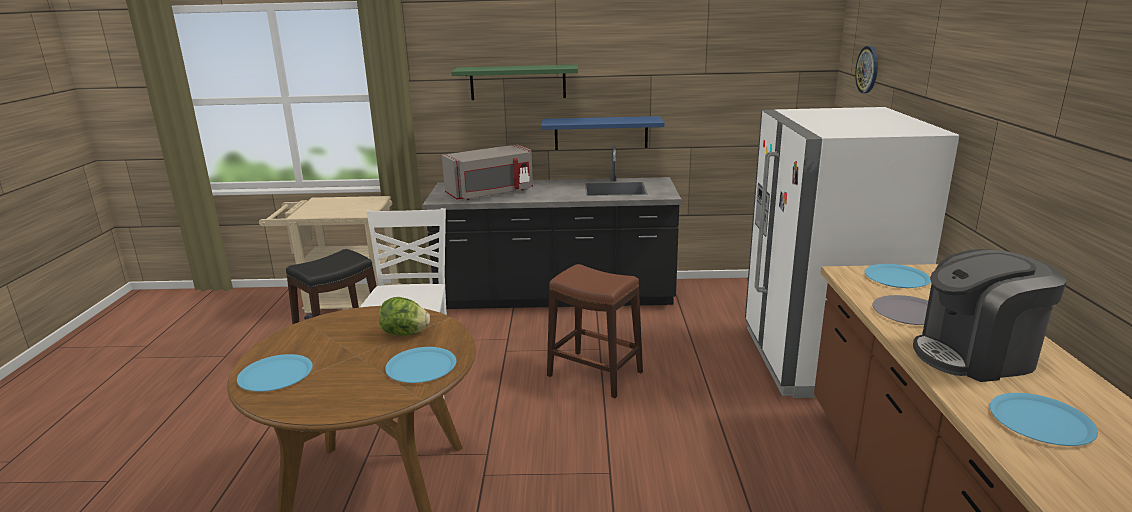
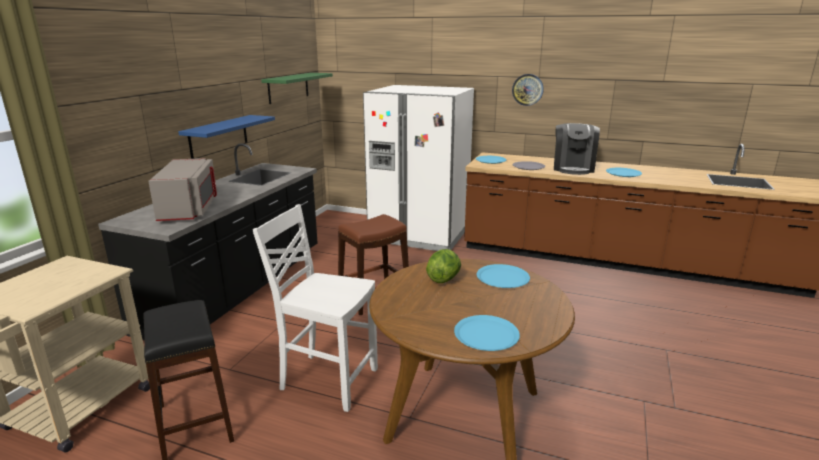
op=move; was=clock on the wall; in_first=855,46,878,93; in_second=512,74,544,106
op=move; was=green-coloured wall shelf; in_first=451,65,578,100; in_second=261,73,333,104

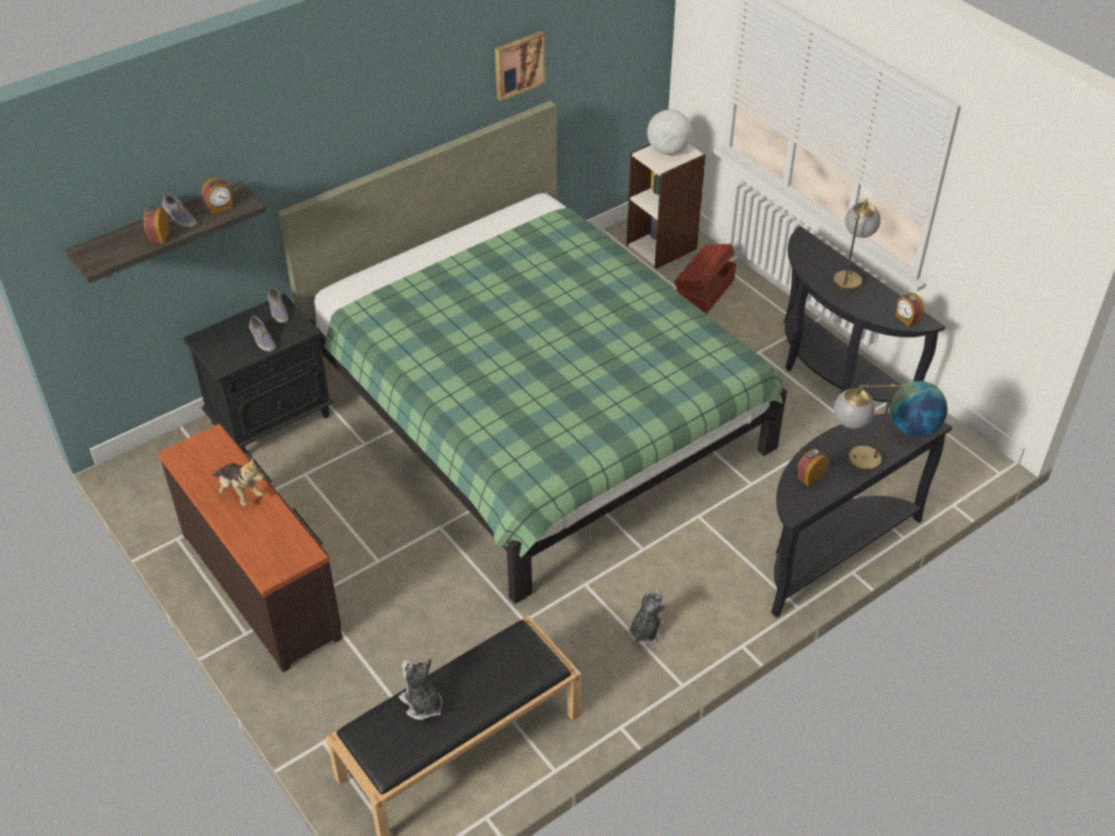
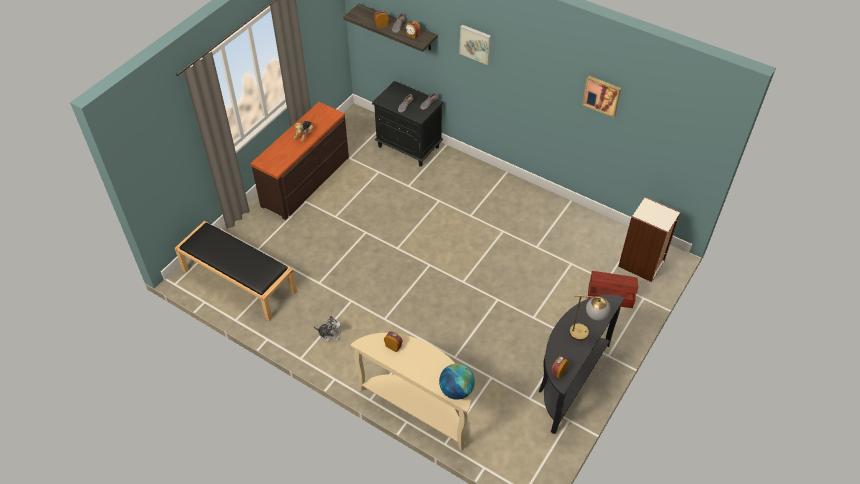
op=delete; was=green-coloured bed; in_first=278,101,787,604
op=delete; was=globe; in_first=647,109,692,155
op=delete; was=lamp for a table; in_first=834,384,903,473
op=recolor; was=black narrow table; now=sand-coloured narrow table; in_first=771,413,952,618; in_second=351,333,471,451
op=delete; was=cuddly toy; in_first=399,658,442,720
op=insert; now=picture; in_second=459,25,491,65

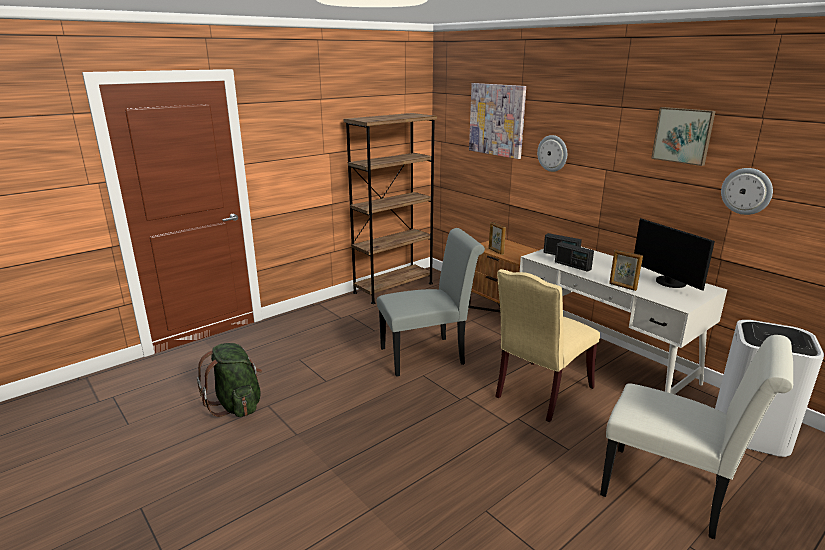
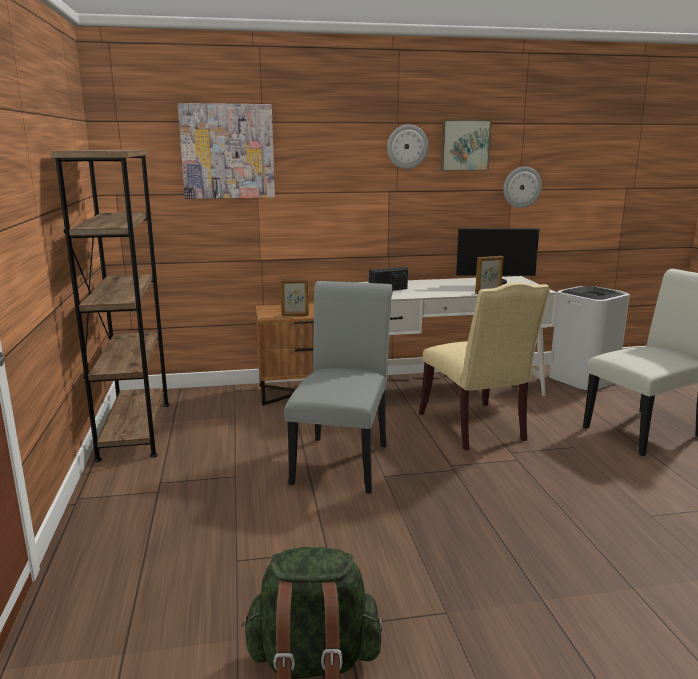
op=move; was=clock on the wall; in_first=537,135,567,172; in_second=387,124,428,169
op=delete; was=radio; in_first=555,242,594,272

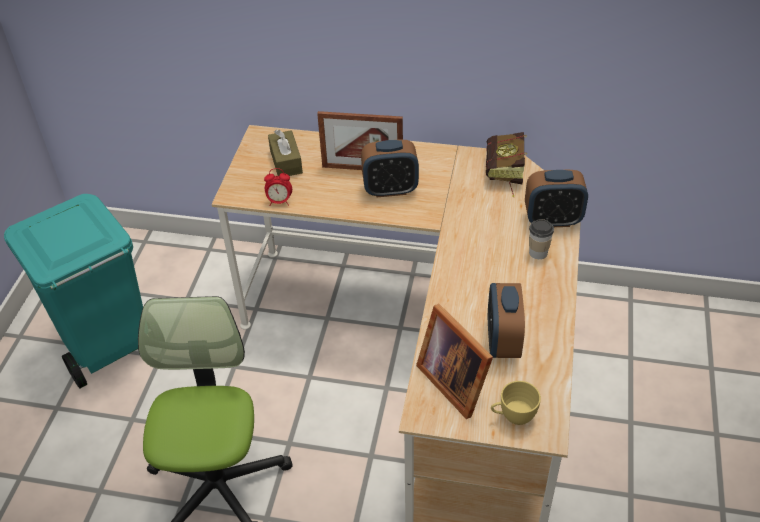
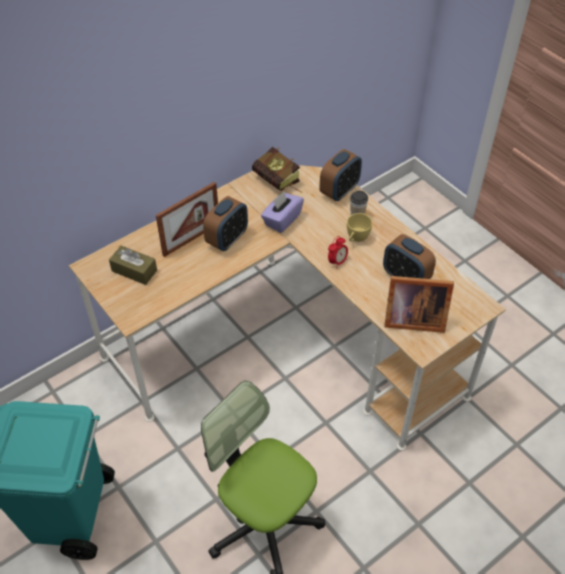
op=move; was=bedside clock; in_first=264,168,292,206; in_second=328,236,348,269
op=move; was=yellowish small cup; in_first=491,381,541,425; in_second=347,213,372,242
op=insert; now=purple-coloured tissue box; in_second=261,191,304,233

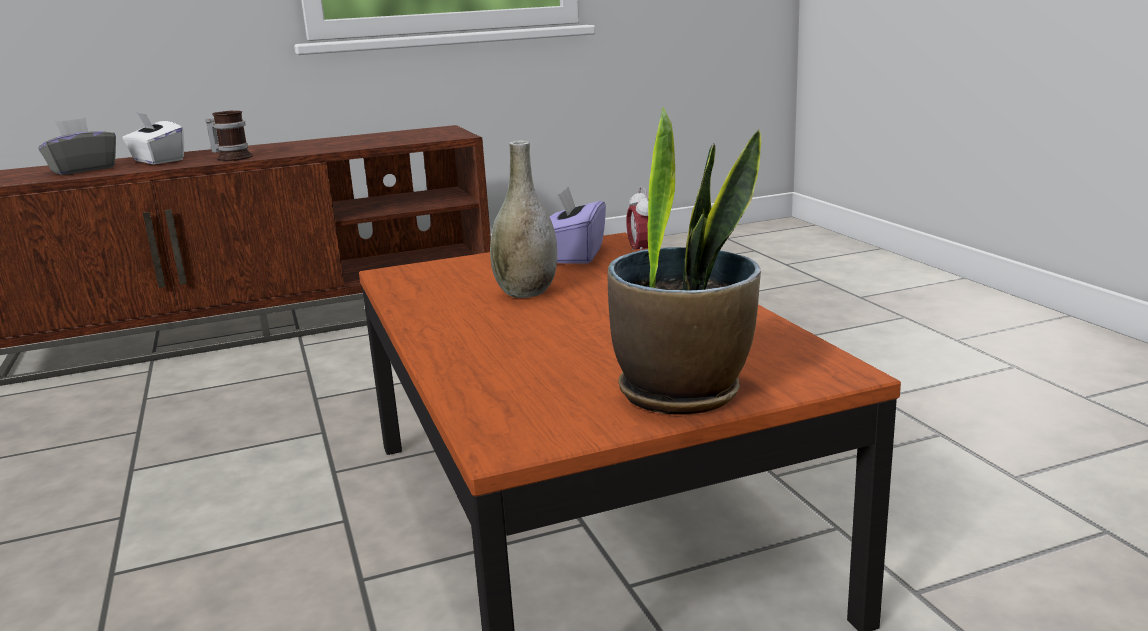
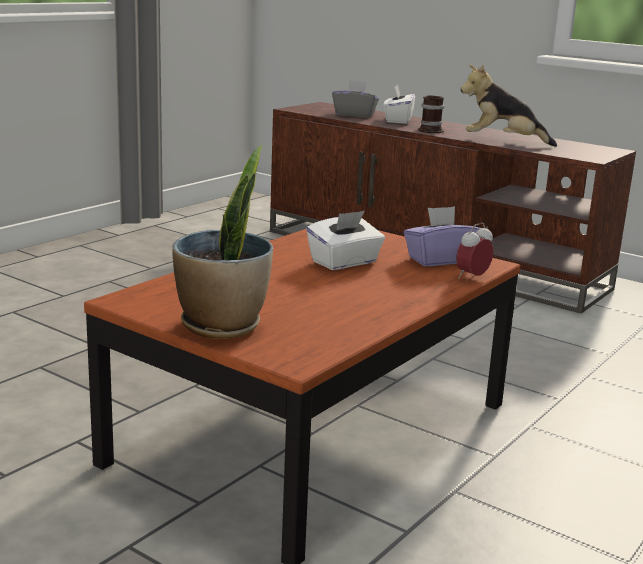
op=replace; was=grey decorative vase; now=whitish tissue box; in_first=490,140,557,298; in_second=306,211,385,270
op=insert; now=cuddly toy; in_second=460,64,557,147

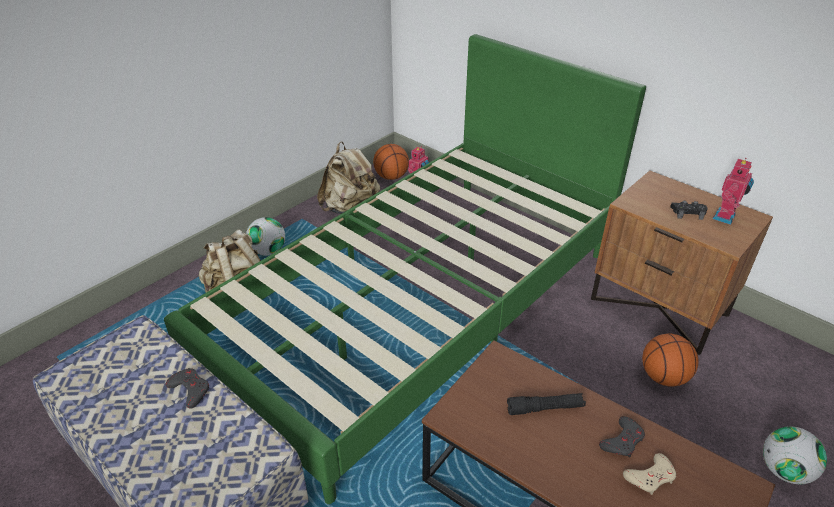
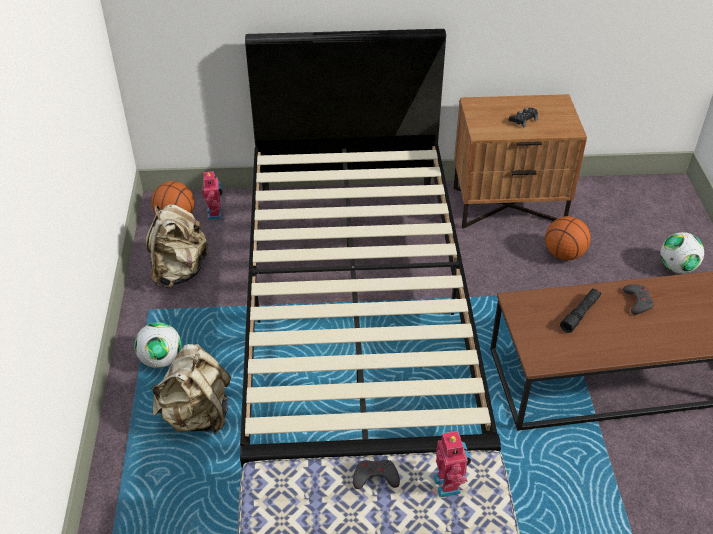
op=recolor; was=green-coloured bed; now=black bed; in_first=164,34,646,504; in_second=240,29,501,468
op=move; was=toy robot; in_first=713,158,754,225; in_second=434,429,471,497
op=delete; was=sand-coloured gamepad; in_first=623,453,676,495

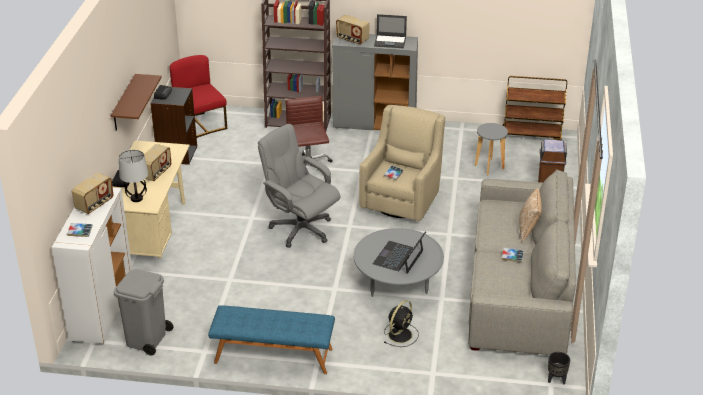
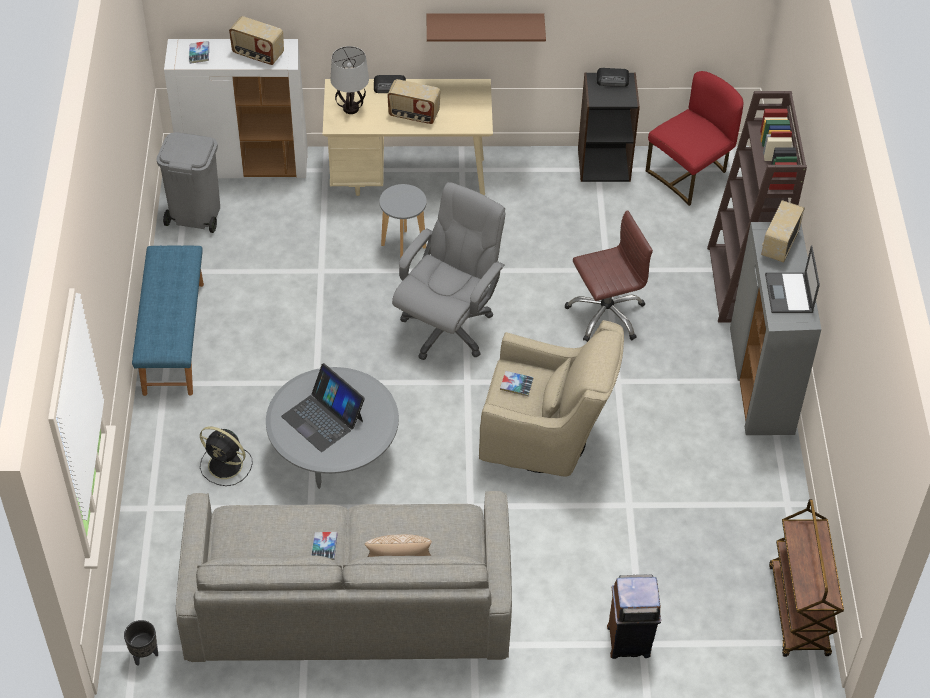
op=move; was=grey sitting stool; in_first=475,123,508,175; in_second=379,184,427,259
op=rotate; was=portable computer; in_first=373,231,426,274; in_second=281,363,365,452; clockwise=-150

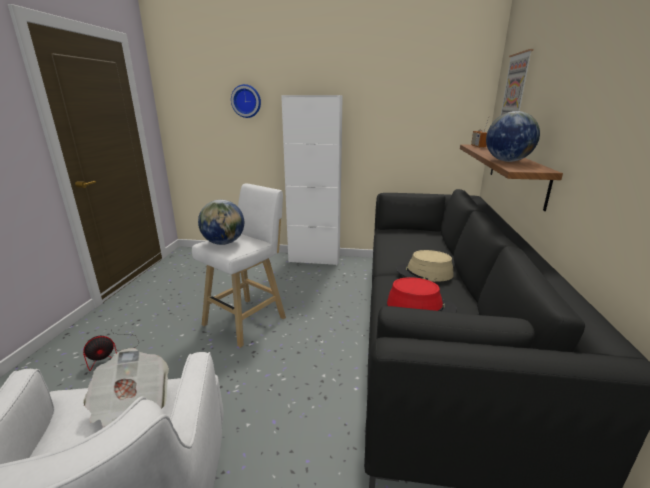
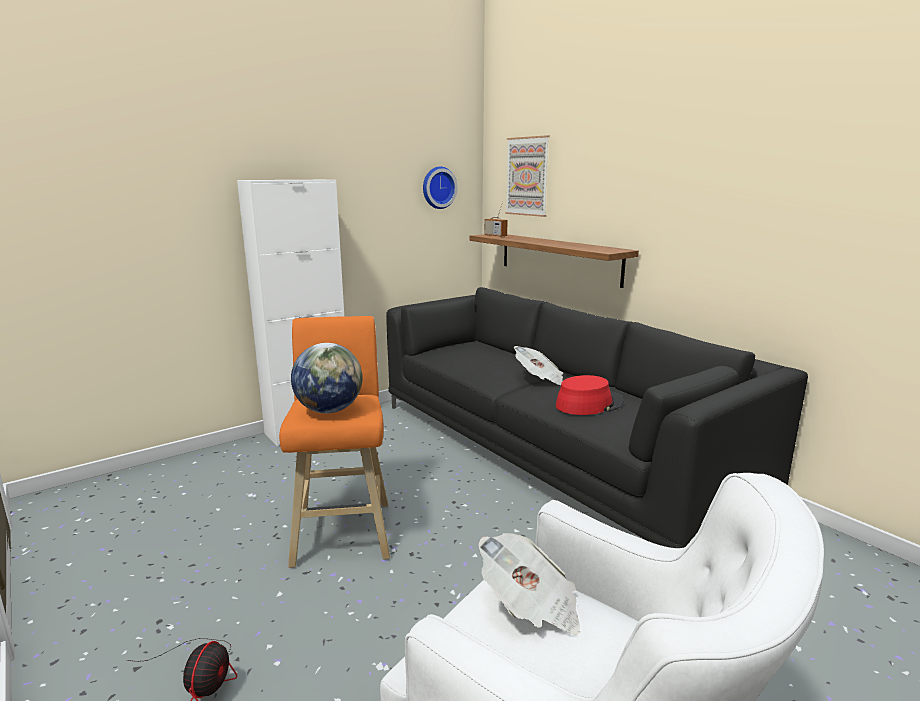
op=move; was=clock on the wall; in_first=231,84,261,118; in_second=423,166,458,209
op=delete; was=globe; in_first=486,111,540,162
op=recolor; was=whitish sitting stool; now=orangey sitting stool; in_first=192,184,286,348; in_second=279,316,390,568
op=replace; was=sand-coloured wearable hat; now=daily paper; in_first=396,250,454,282; in_second=514,346,563,385

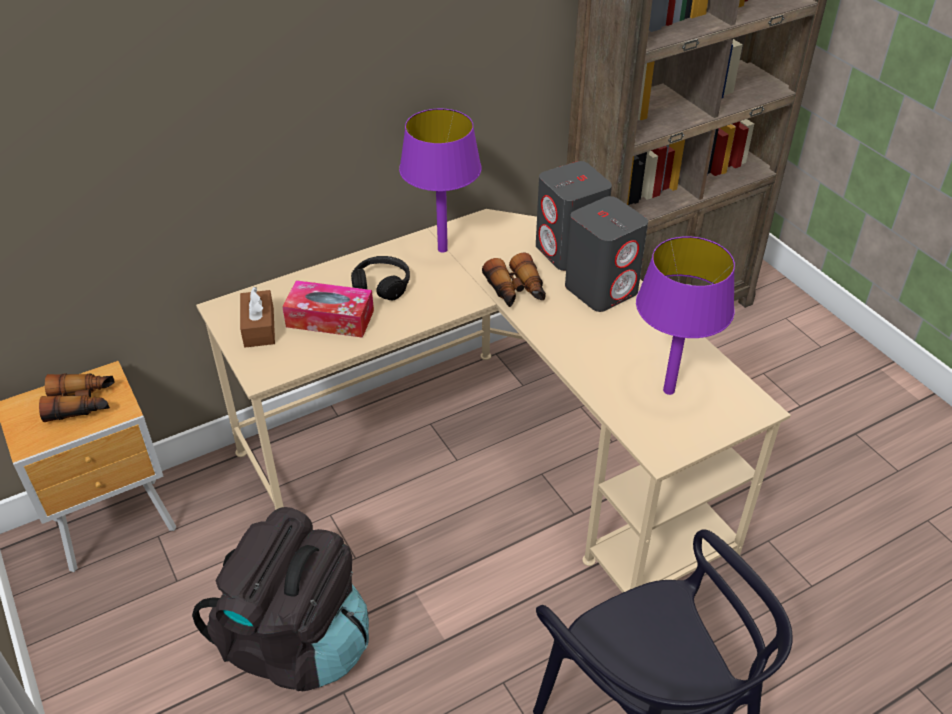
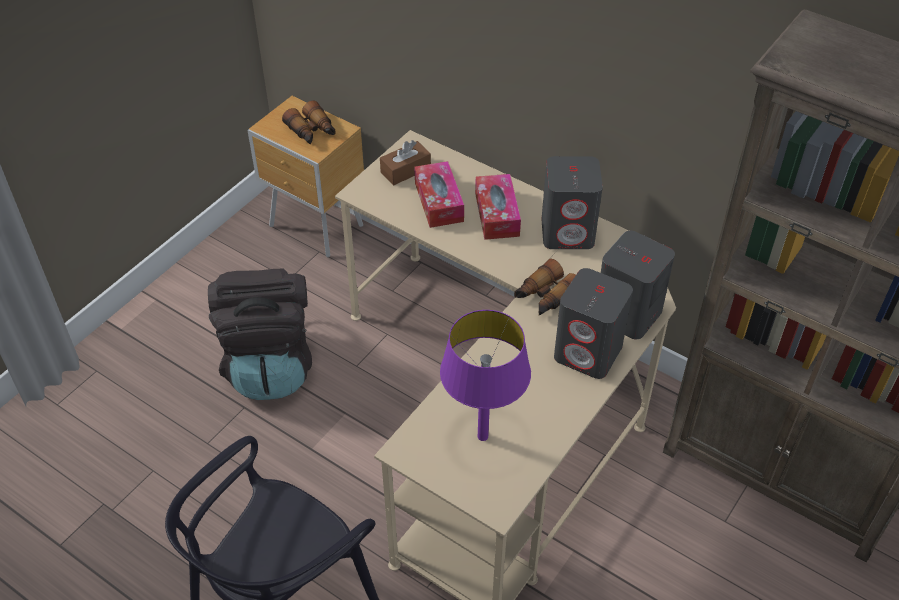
op=replace; was=purple-coloured lamp for a table; now=grey loudspeaker; in_first=399,109,481,253; in_second=541,156,603,249
op=replace; was=black headphones; now=tissue box; in_first=351,256,410,300; in_second=475,174,521,240

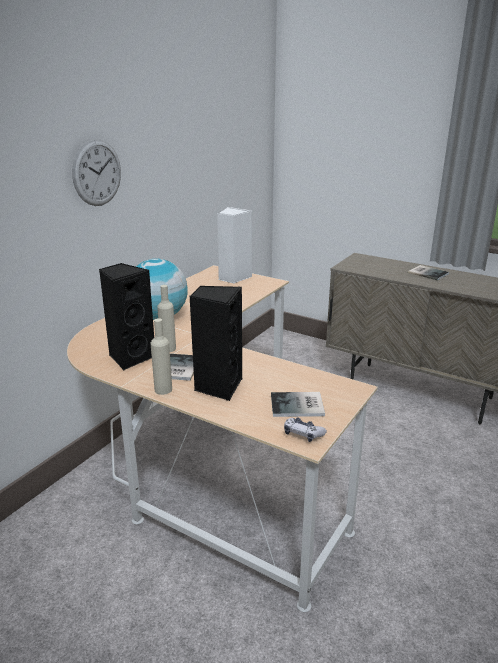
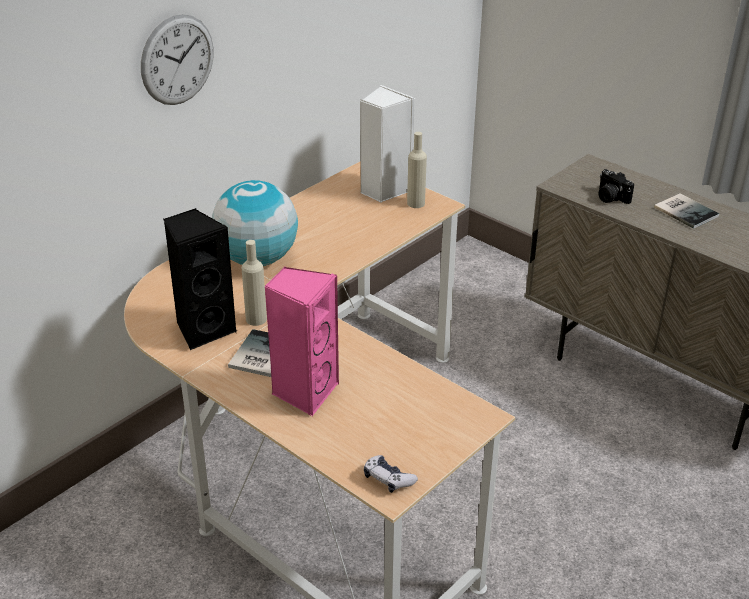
op=recolor; was=black loudspeaker; now=pink-coloured loudspeaker; in_first=189,285,242,401; in_second=264,267,339,416
op=move; was=sand-coloured drink bottle; in_first=151,318,172,395; in_second=407,132,427,208
op=delete; was=bound book; in_first=271,392,325,417
op=insert; now=photo camera; in_second=598,169,634,204

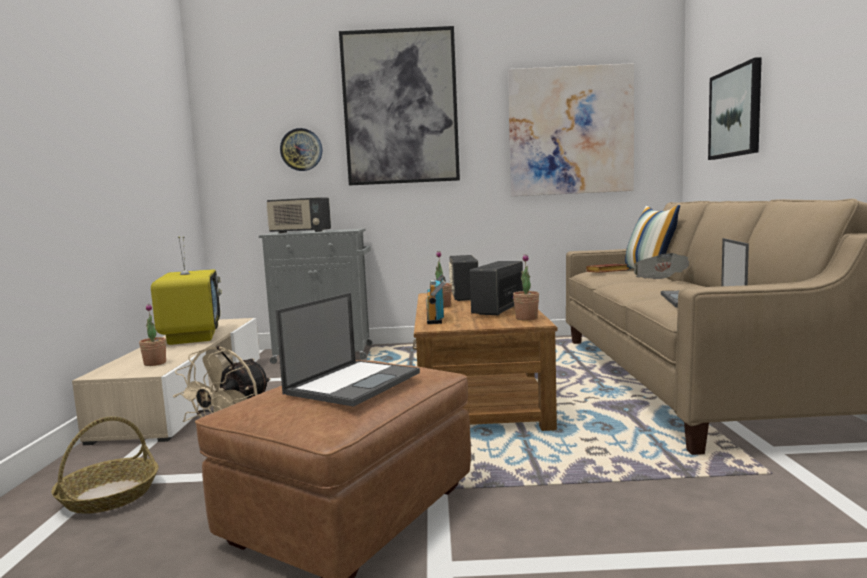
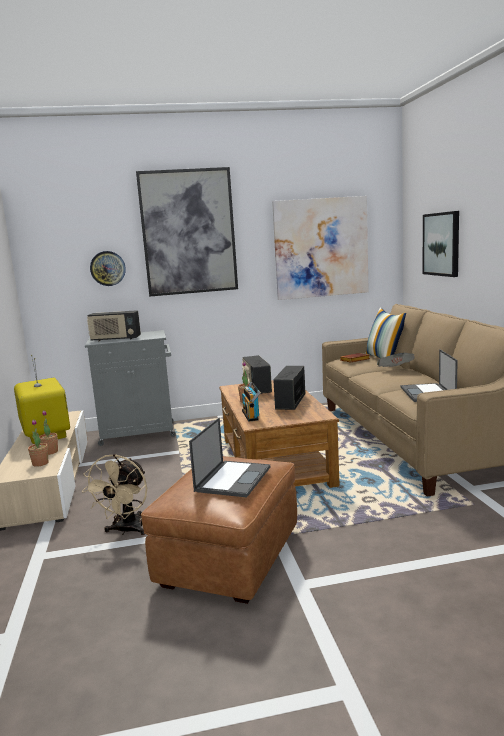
op=move; was=plant in a pot; in_first=513,254,539,321; in_second=39,410,58,455
op=delete; was=household basket; in_first=51,416,158,513

